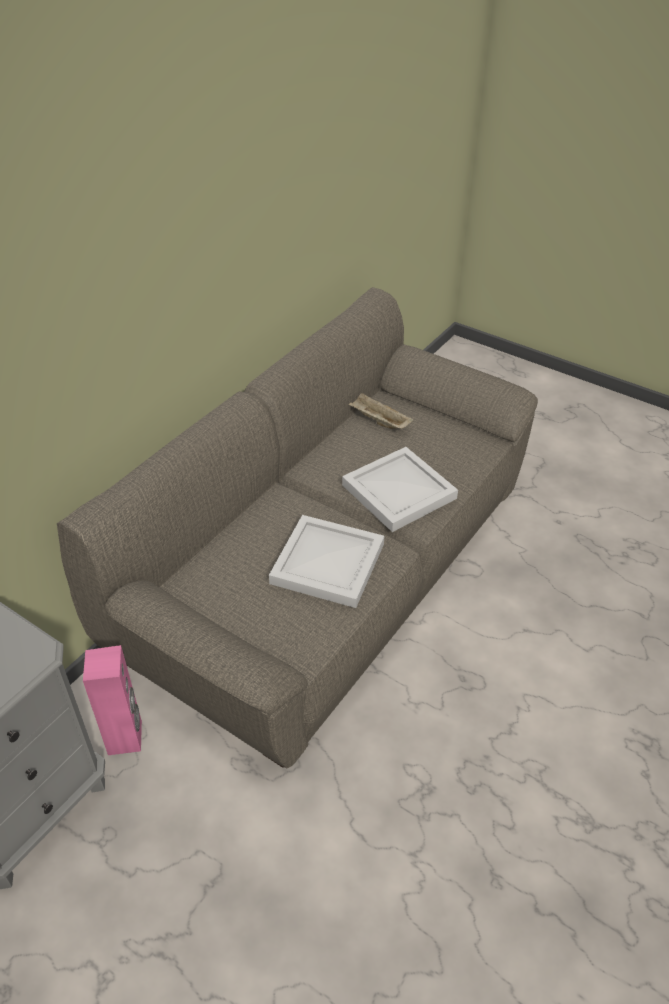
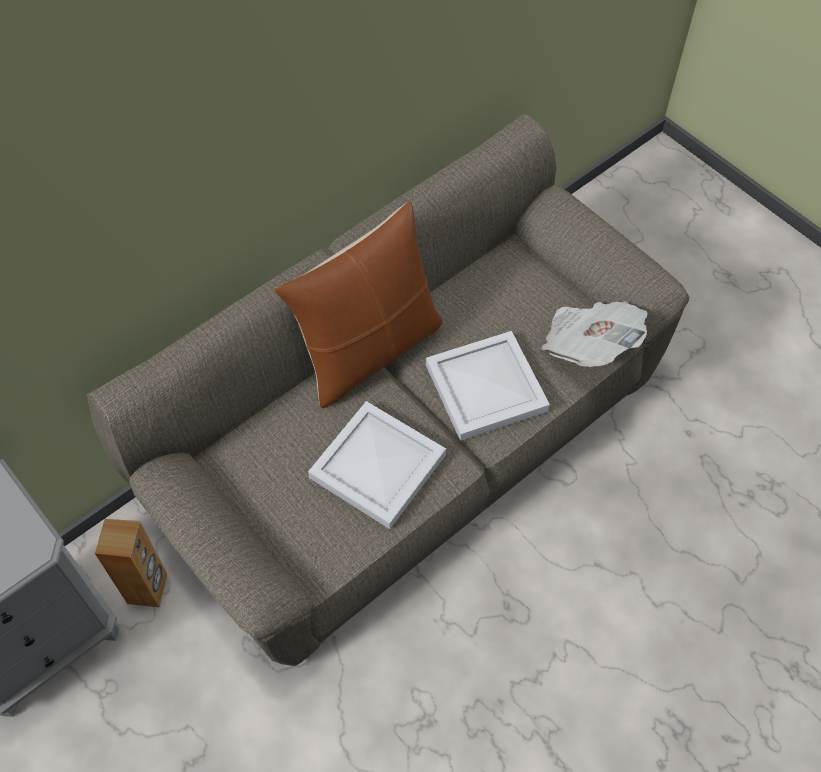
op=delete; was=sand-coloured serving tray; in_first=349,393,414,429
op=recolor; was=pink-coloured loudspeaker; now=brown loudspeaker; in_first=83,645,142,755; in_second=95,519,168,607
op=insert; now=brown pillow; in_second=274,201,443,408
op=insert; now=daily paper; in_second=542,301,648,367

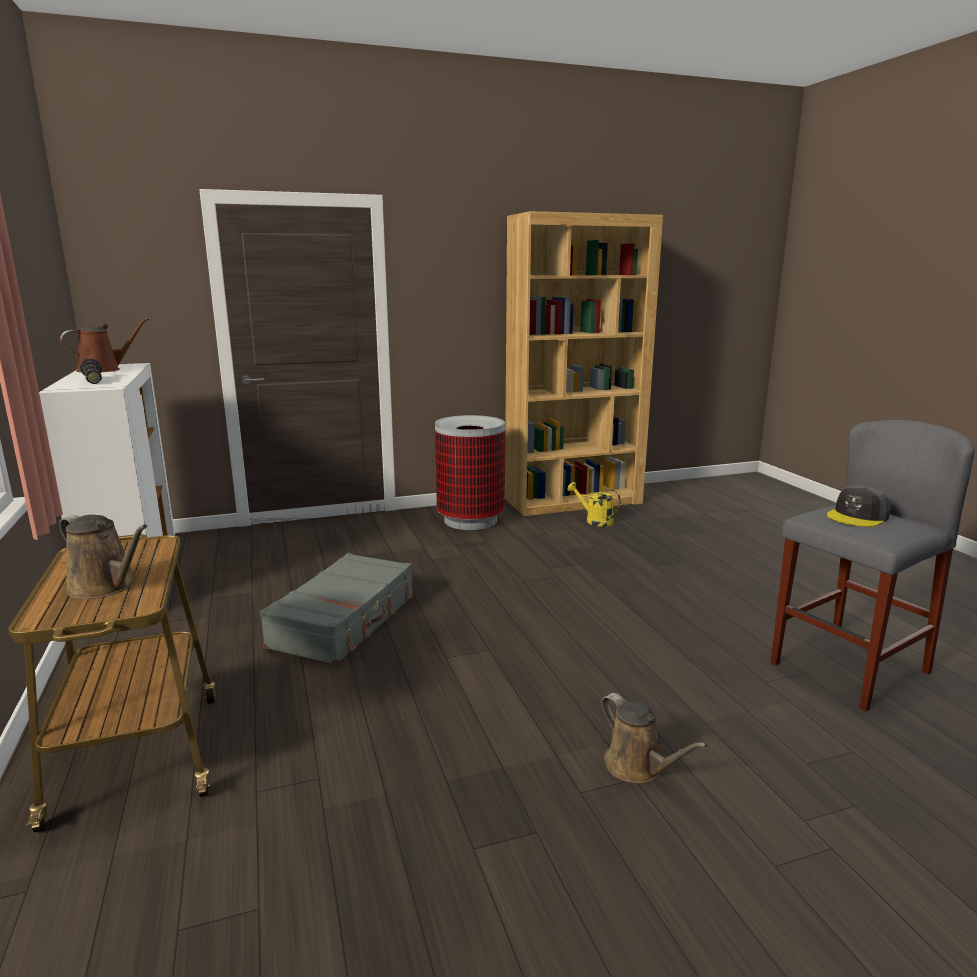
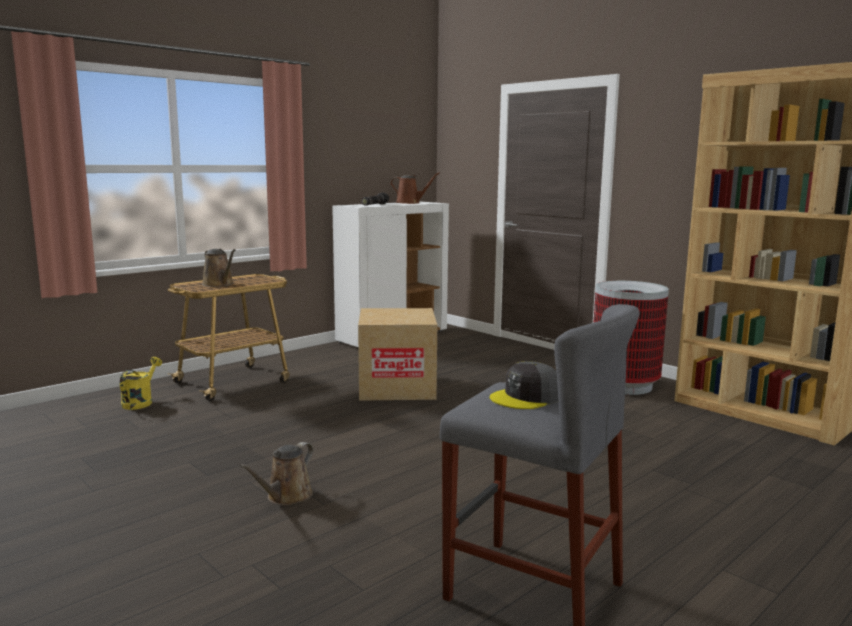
op=move; was=yellowish sprinkling can; in_first=567,482,621,527; in_second=120,357,162,410
op=rotate; was=grey cap; in_first=827,486,890,527; in_second=490,361,559,409; clockwise=-60
op=rotate; was=brown sprinkling can; in_first=59,515,148,599; in_second=202,249,235,287; clockwise=-45
op=replace; was=grey piece of luggage; now=carton; in_first=260,553,413,665; in_second=358,308,437,401

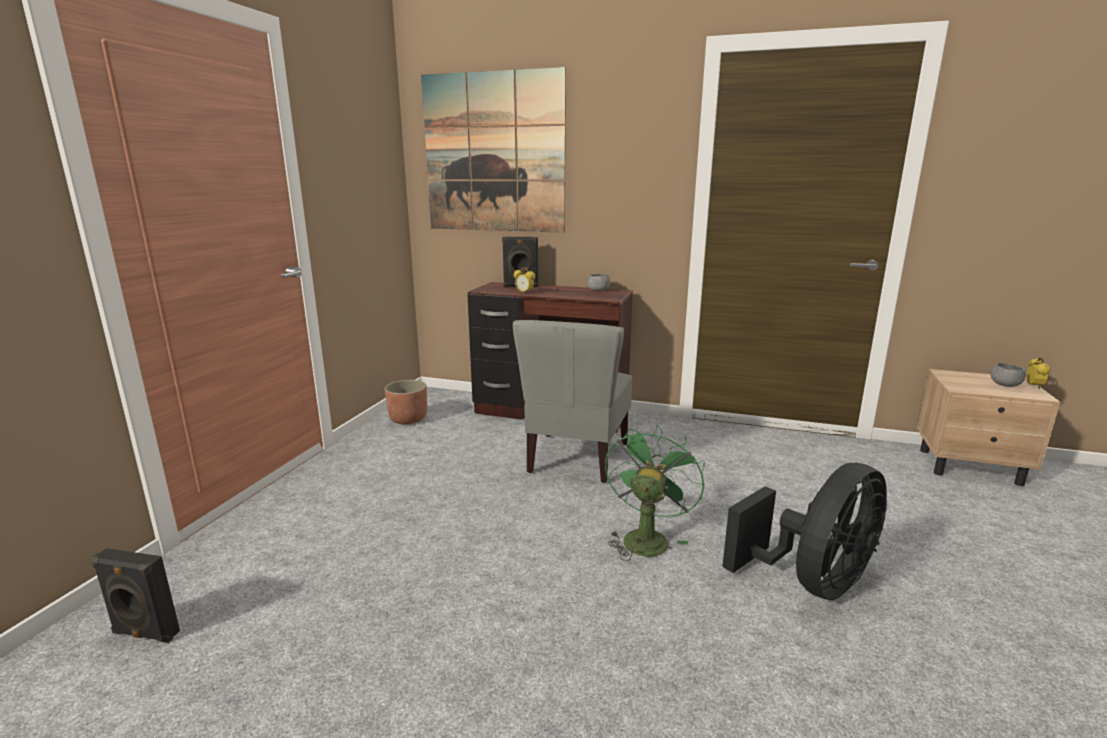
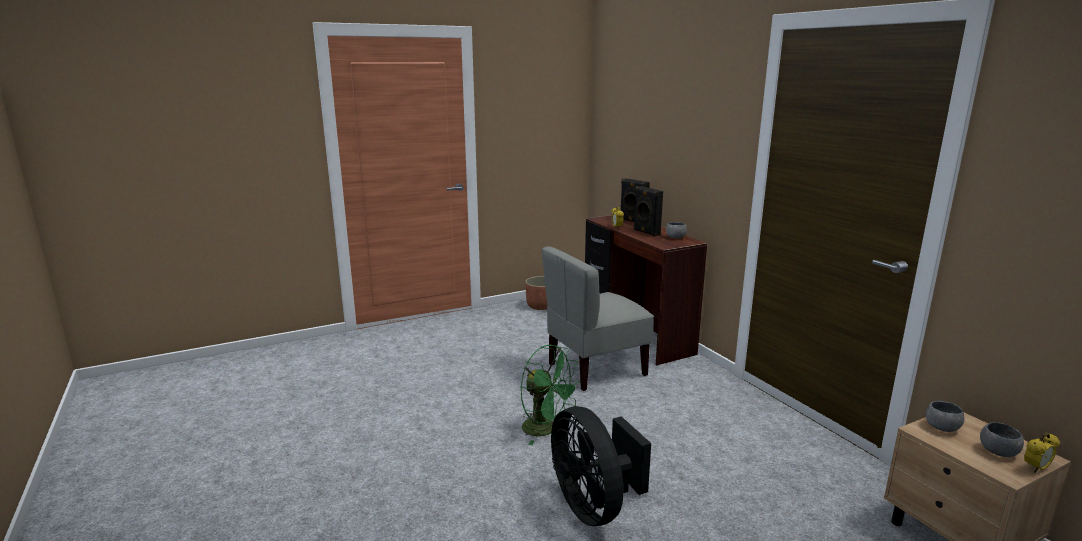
op=delete; was=picture; in_first=421,67,566,233
op=rotate; was=green-coloured electric fan; in_first=605,425,705,561; in_second=521,345,581,445; clockwise=60
op=rotate; was=black electric fan; in_first=722,463,887,600; in_second=551,406,651,526; clockwise=60
op=move; was=black loudspeaker; in_first=91,548,180,643; in_second=633,186,663,236
op=insert; now=grey bowl; in_second=925,401,965,432

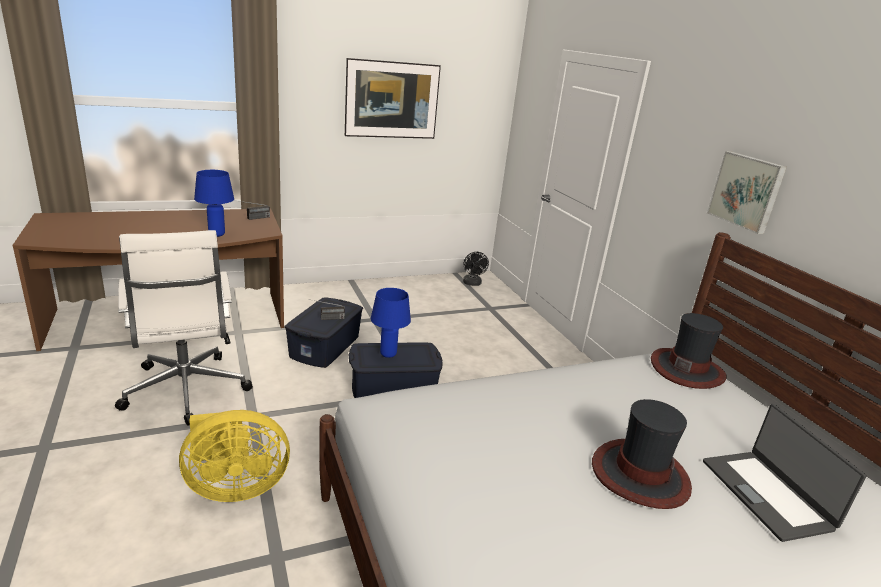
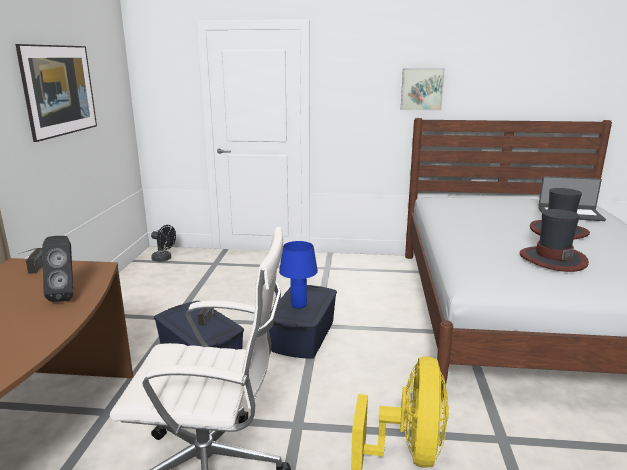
op=replace; was=blue lamp for a table; now=black loudspeaker; in_first=194,170,234,237; in_second=42,236,73,302
op=move; was=wearable hat; in_first=651,313,726,389; in_second=519,209,589,272

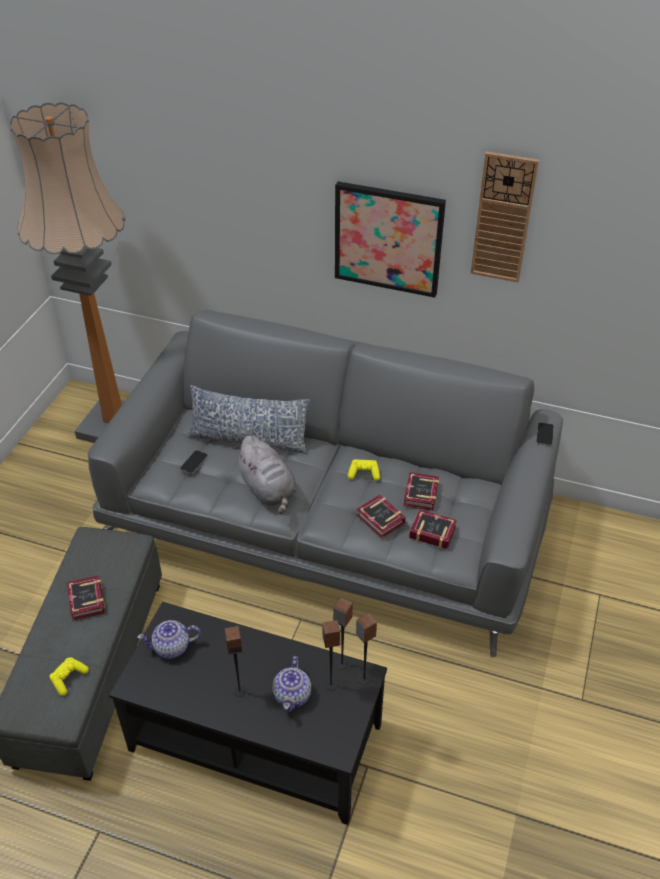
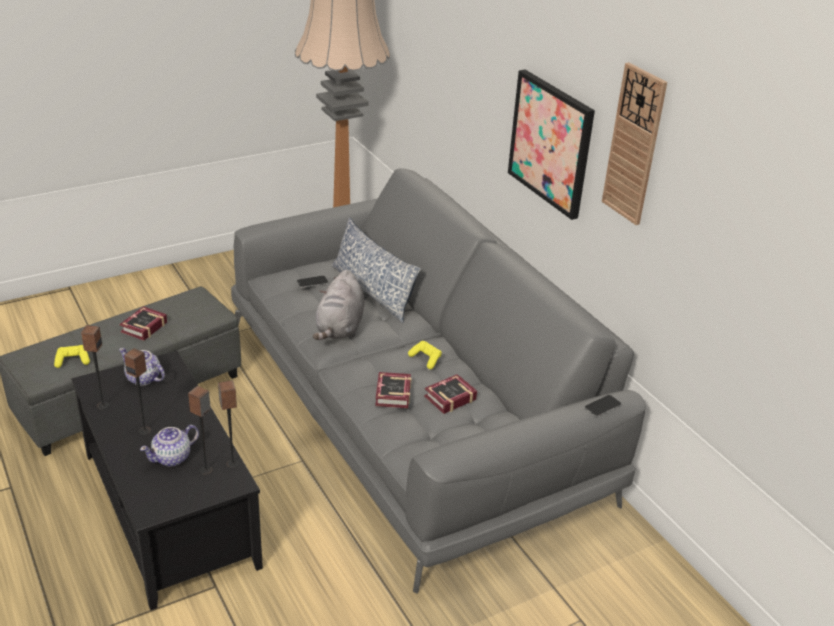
op=delete; was=bound book; in_first=409,510,457,549
op=move; was=loudspeaker; in_first=356,613,377,684; in_second=81,325,110,410

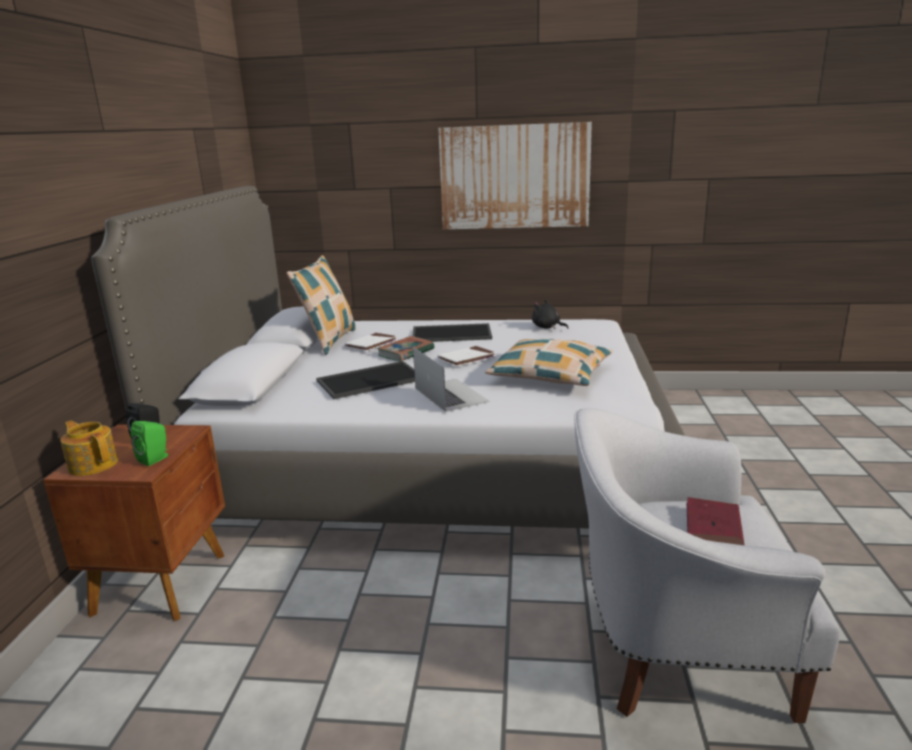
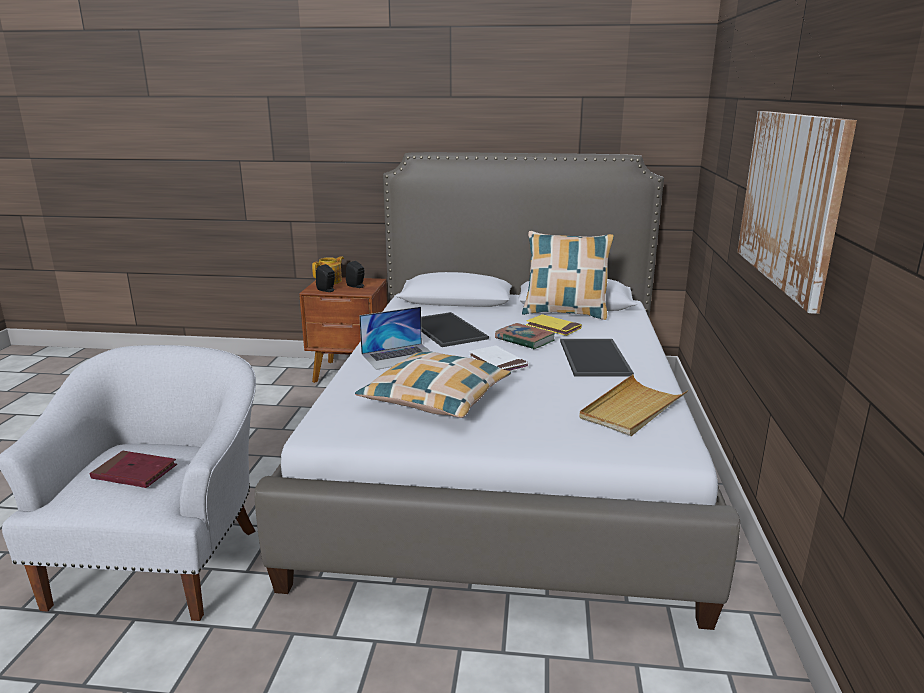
op=replace; was=black cuddly toy; now=sand-coloured serving tray; in_first=532,300,568,329; in_second=579,374,688,436
op=recolor; was=whitish bound book; now=yellowish bound book; in_first=345,333,397,351; in_second=526,314,582,336
op=recolor; was=green-coloured loudspeaker; now=black loudspeaker; in_first=131,421,168,466; in_second=316,264,335,292

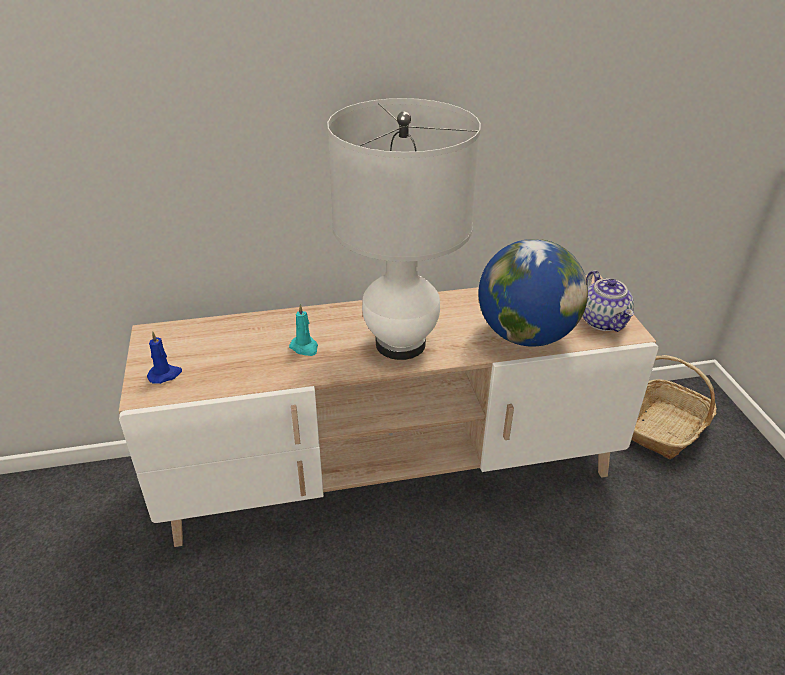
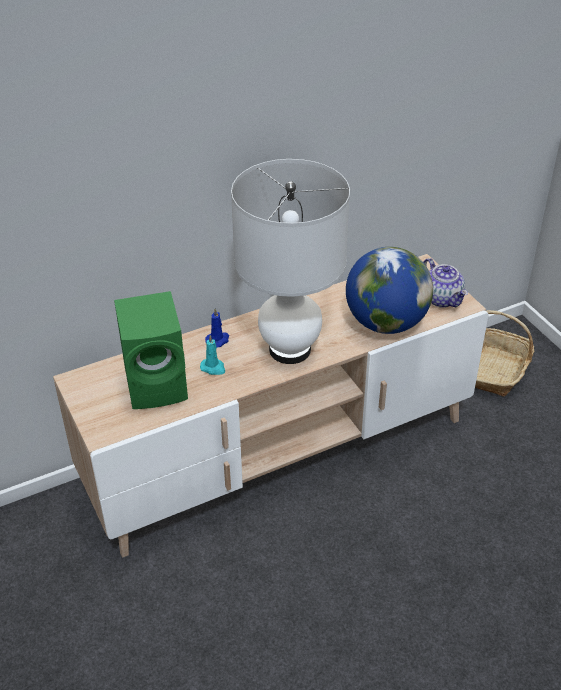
op=move; was=blue wax candle; in_first=147,331,182,384; in_second=205,308,229,347
op=insert; now=green-coloured loudspeaker; in_second=114,291,188,409

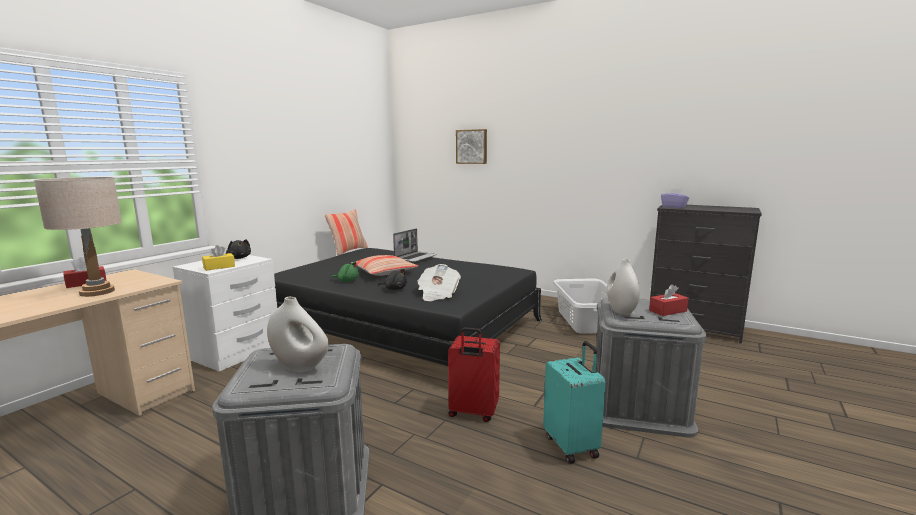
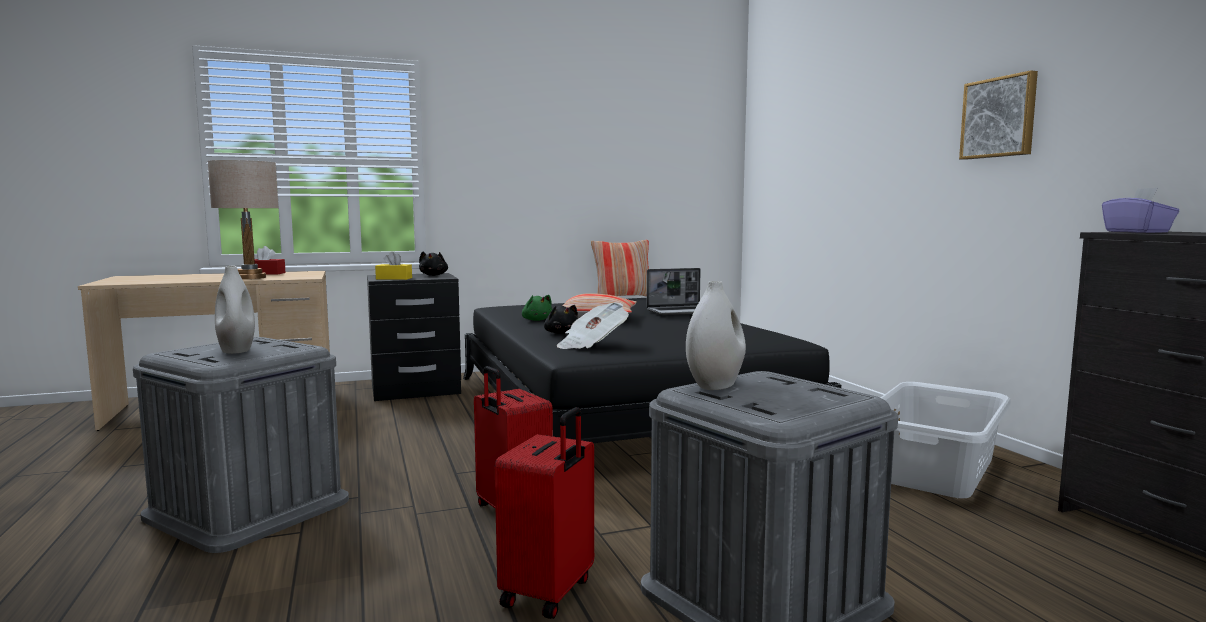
op=move; was=picture; in_first=456,129,487,164; in_second=959,70,1038,160
op=recolor; was=whitish night table; now=black night table; in_first=173,255,277,371; in_second=367,273,461,401
op=delete; was=red-coloured tissue box; in_first=649,284,689,316
op=recolor; was=turquoise piece of luggage; now=red-coloured piece of luggage; in_first=543,341,606,464; in_second=495,407,594,619

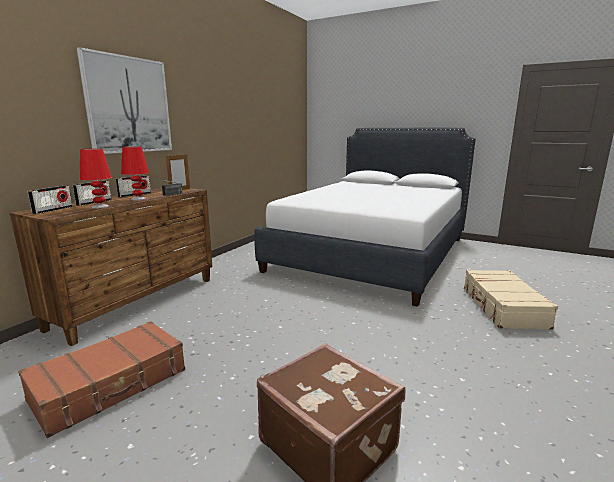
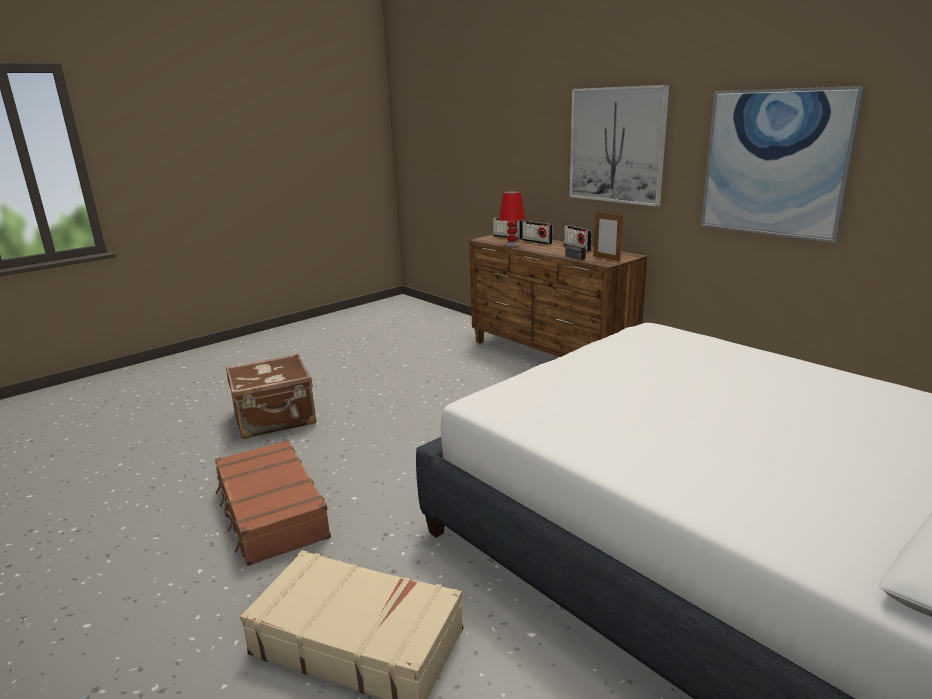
op=delete; was=red-coloured lamp for a table; in_first=121,147,149,200
op=move; was=brown piece of luggage; in_first=18,321,185,438; in_second=215,440,331,566
op=insert; now=picture; in_second=701,86,865,243

